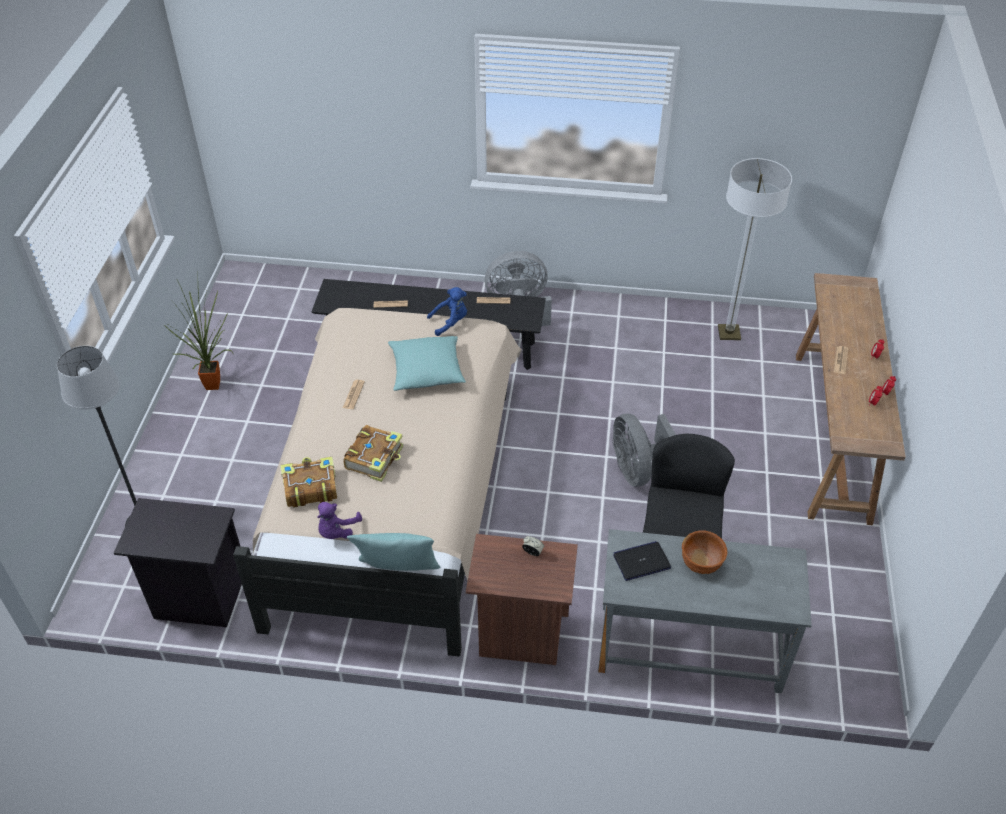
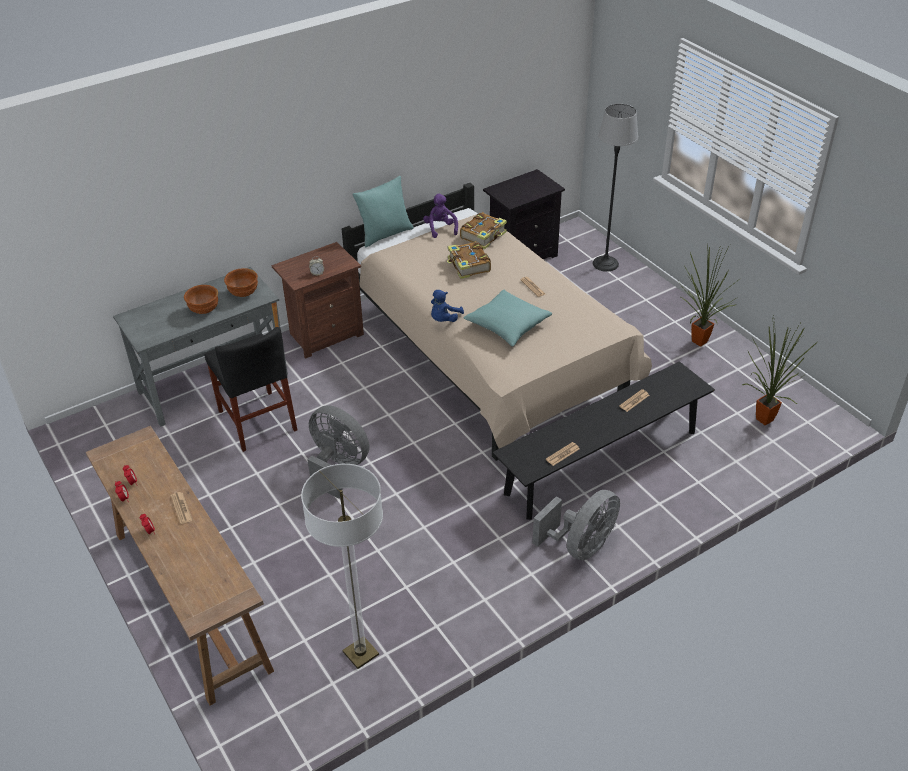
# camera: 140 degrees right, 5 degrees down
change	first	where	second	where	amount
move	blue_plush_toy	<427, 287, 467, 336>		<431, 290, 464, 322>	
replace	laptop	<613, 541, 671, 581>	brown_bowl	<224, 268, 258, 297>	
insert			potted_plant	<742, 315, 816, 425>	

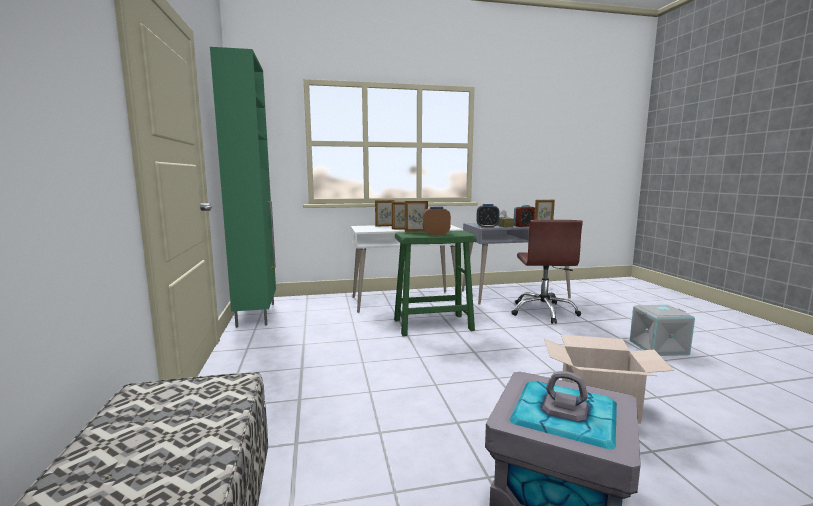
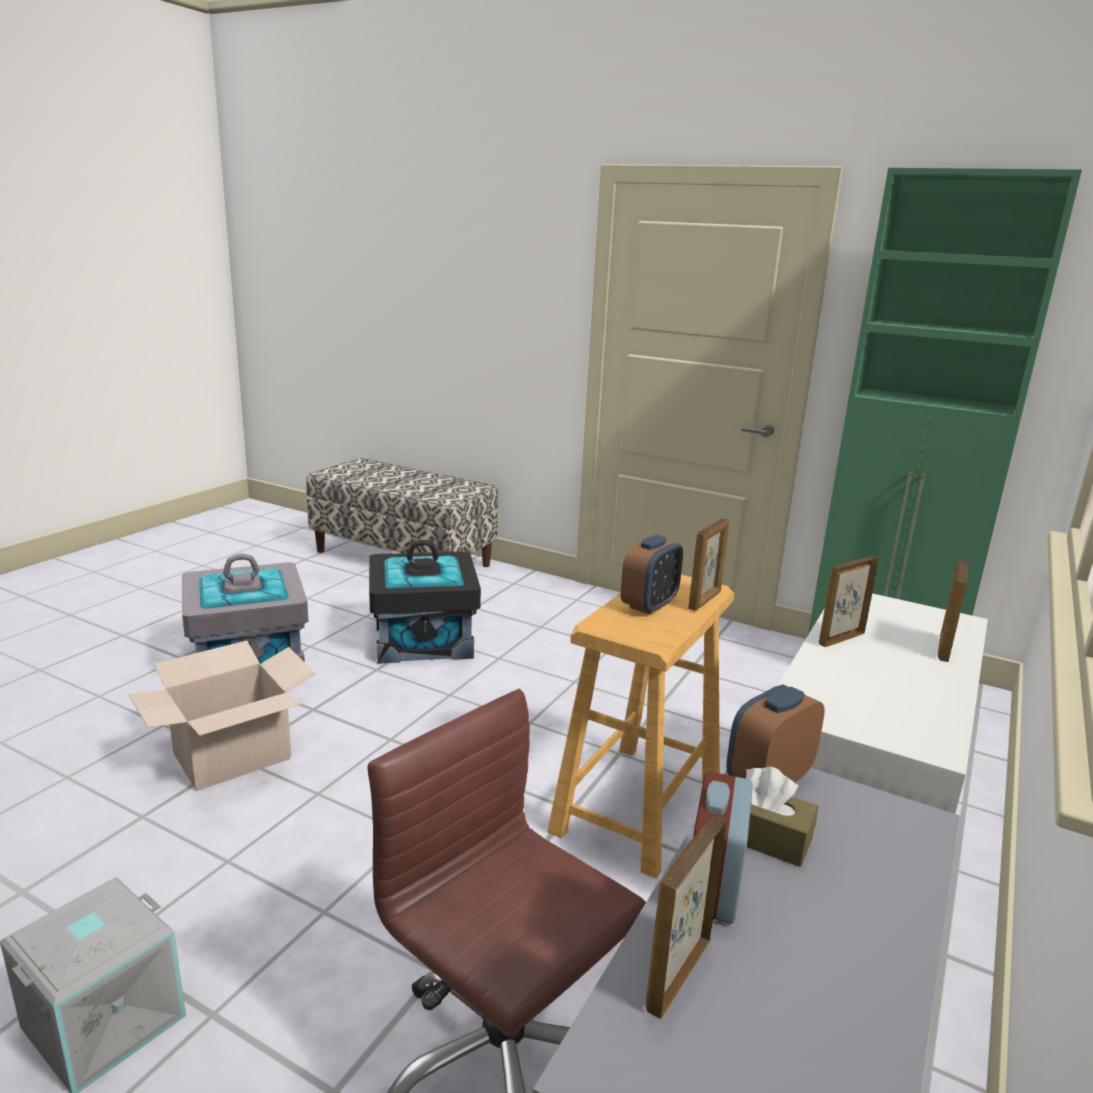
# camera: 130 degrees right, 10 degrees up
change	first	where	second	where	amount
recolor	green_stool	<394, 231, 476, 336>	beige_stool	<547, 575, 734, 878>	
insert			black_storage_box	<369, 540, 481, 664>	

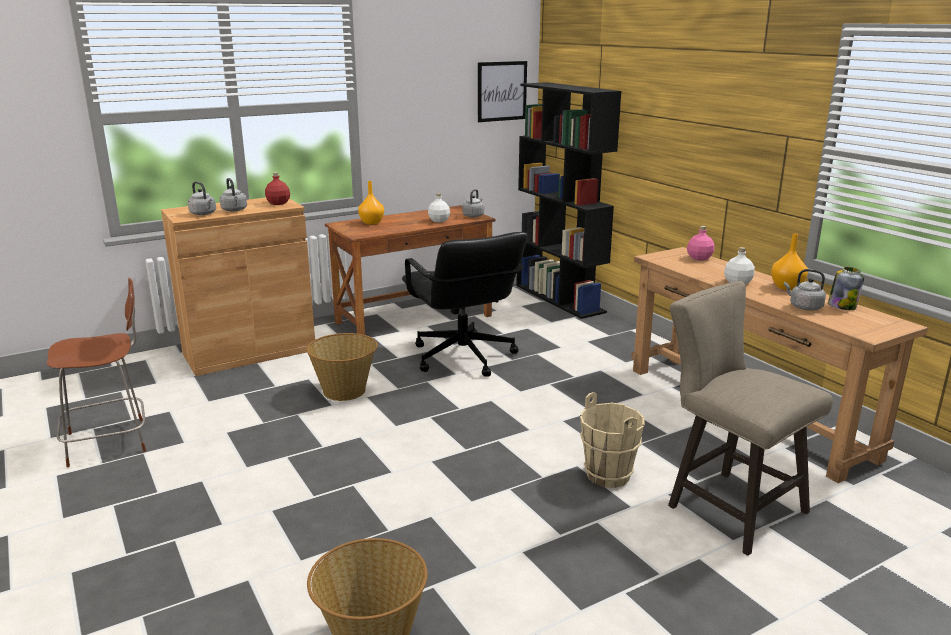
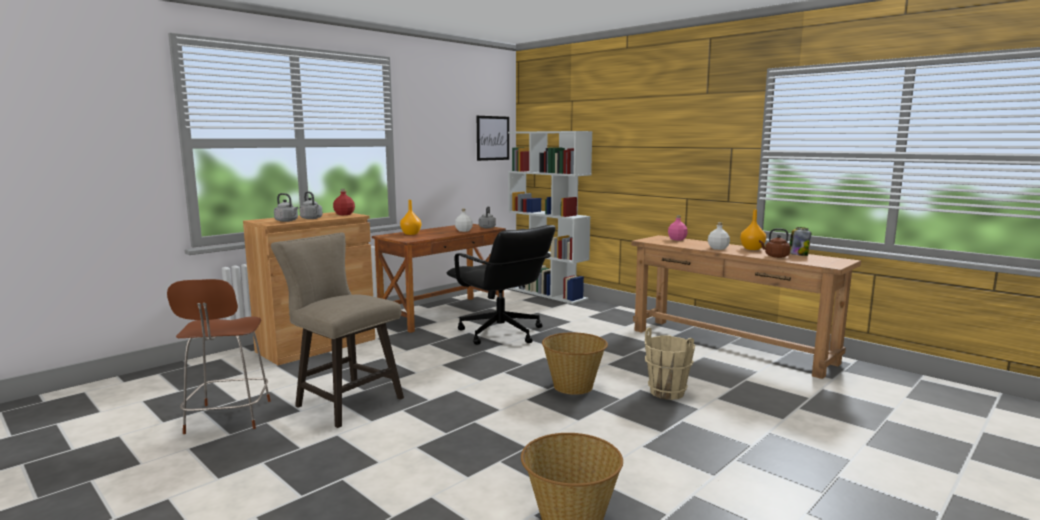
# camera: 15 degrees left, 10 degrees down
change	first	where	second	where	amount
rotate	brown_chair	<47, 278, 146, 467>		<167, 279, 271, 434>	120 degrees clockwise
move	basket	<306, 333, 378, 401>		<542, 332, 608, 395>	
recolor	black_bookcase	<516, 82, 621, 319>	white_bookcase	<508, 131, 592, 304>	
move	beige_stool	<668, 281, 833, 556>		<271, 232, 404, 428>	
recolor	grey_kettle	<784, 269, 826, 310>	brown_kettle	<759, 229, 790, 258>	

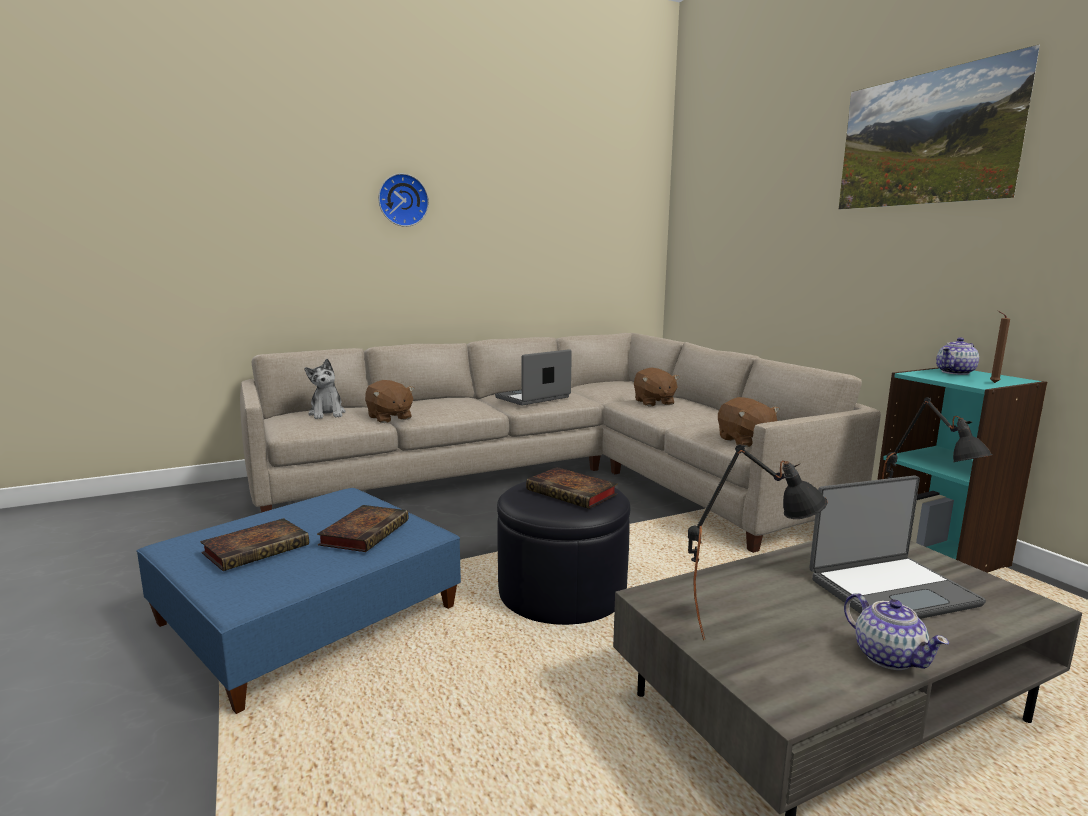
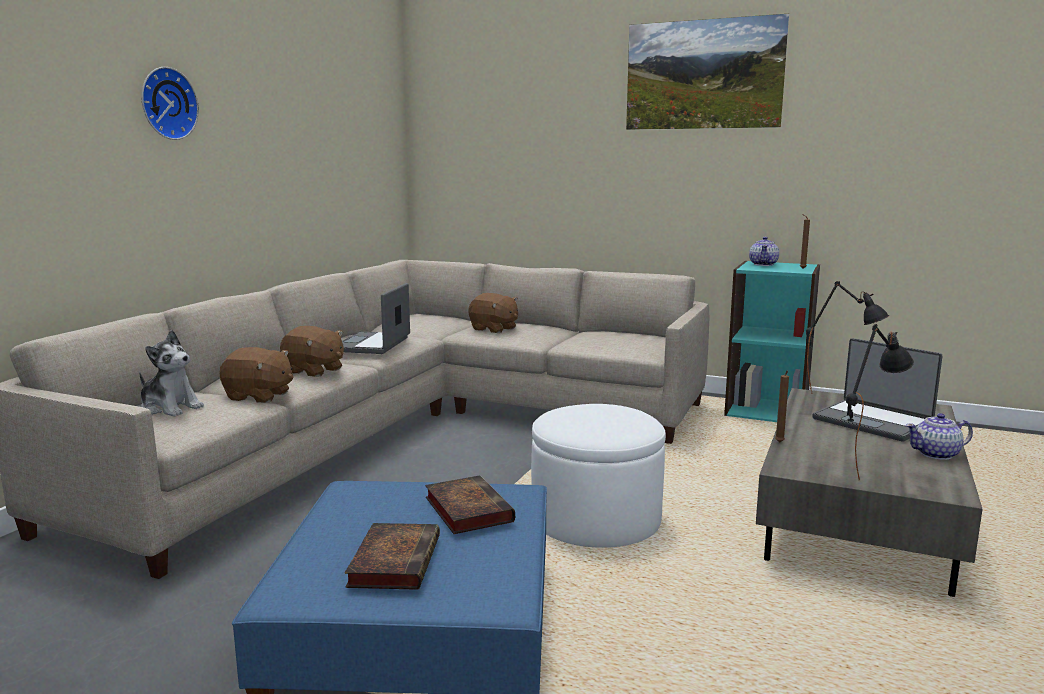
# camera: 40 degrees left, 0 degrees up
change	first	where	second	where	amount
recolor	black_ottoman	<497, 481, 630, 625>	white_ottoman	<531, 404, 666, 548>	
delete	book	<526, 467, 618, 509>			
move	brown_plush_toy	<718, 397, 780, 447>		<280, 326, 344, 377>	
rotate	laptop	<809, 475, 986, 619>		<812, 338, 942, 442>	105 degrees clockwise
rotate	teapot	<844, 593, 949, 670>		<906, 413, 973, 460>	150 degrees clockwise
insert			brown_candle	<775, 370, 789, 443>	

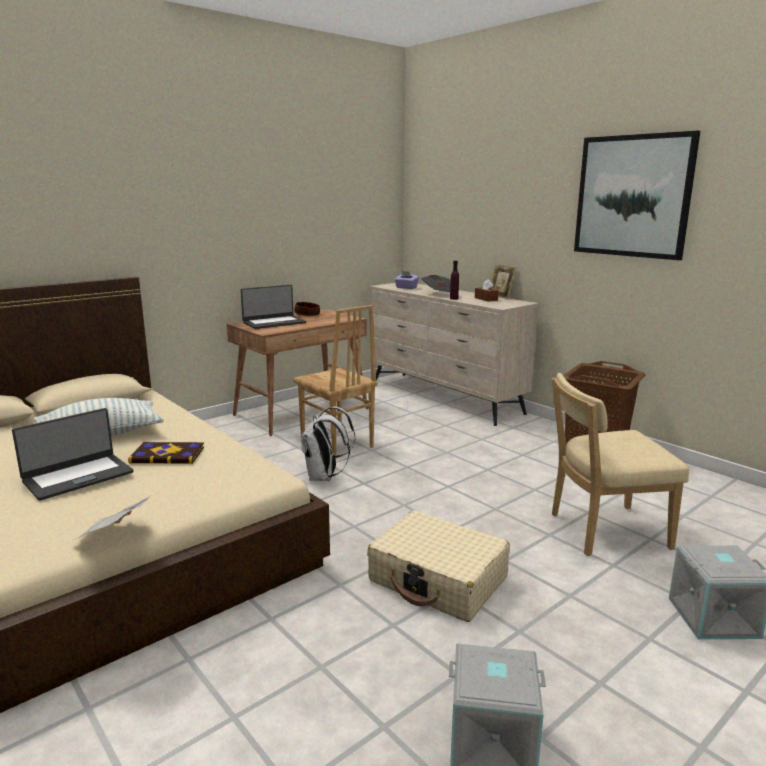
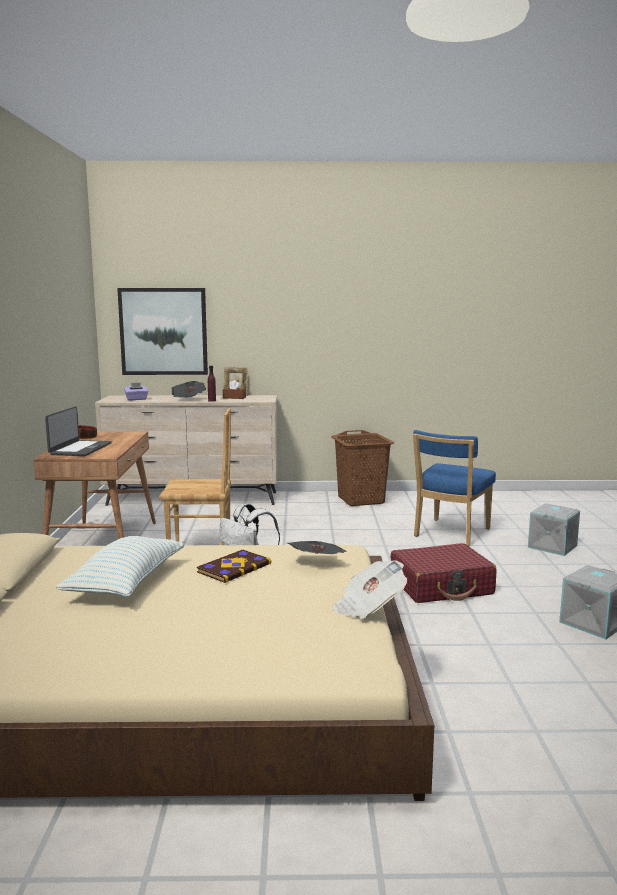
# camera: 50 degrees left, 5 degrees down
change	first	where	second	where	amount
delete	laptop	<12, 408, 133, 501>			
recolor	beige_suitcase	<367, 510, 510, 622>	red_suitcase	<390, 543, 496, 603>	
recolor	beige_chair	<552, 373, 689, 556>	blue_chair	<413, 430, 496, 546>	
move	picture	<574, 131, 700, 260>		<117, 288, 208, 375>	
insert			newspaper	<287, 541, 346, 554>	

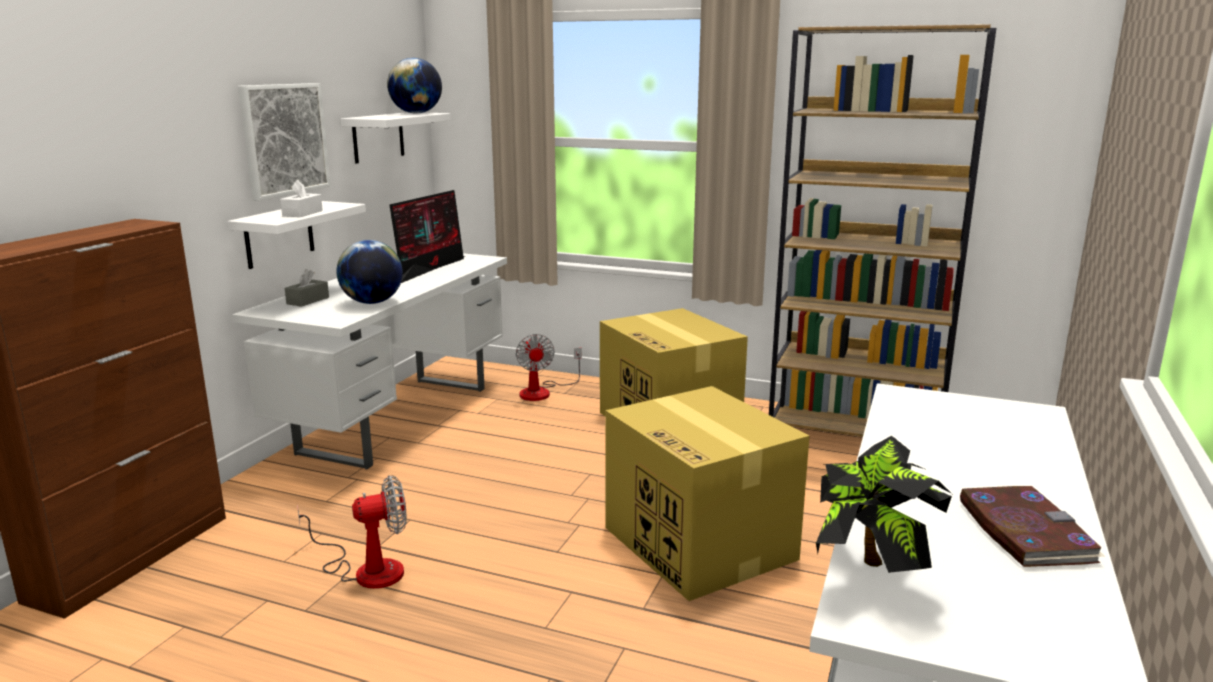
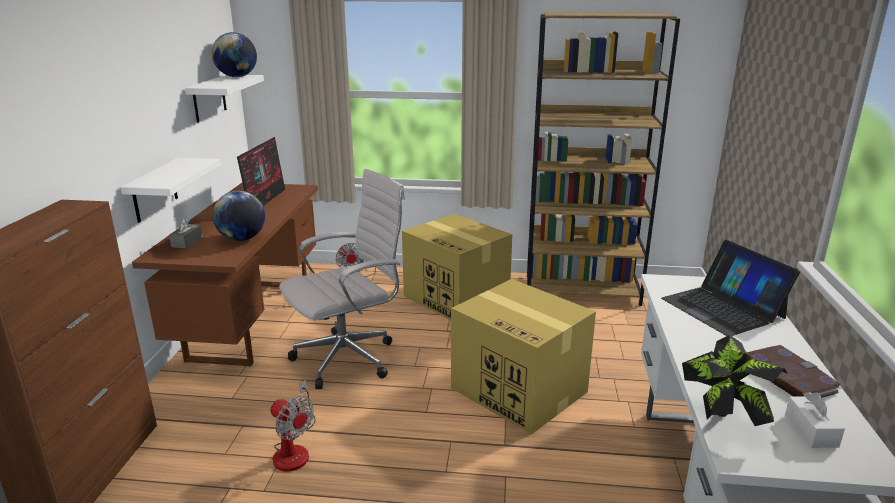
# camera: 15 degrees left, 5 degrees up
change	first	where	second	where	amount
recolor	white_desk	<232, 253, 507, 469>	brown_desk	<132, 183, 318, 367>	
delete	picture	<238, 83, 331, 201>			
move	white_tissue_box	<280, 180, 323, 217>		<785, 392, 845, 448>	
rotate	fan	<297, 475, 407, 589>		<271, 380, 316, 472>	75 degrees clockwise
insert			white_office_chair	<279, 169, 405, 389>	
insert			laptop	<661, 240, 800, 336>	

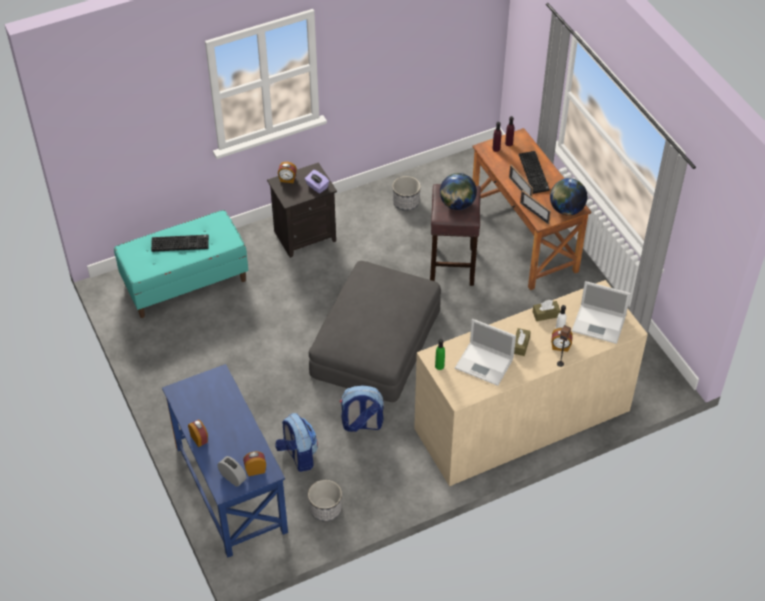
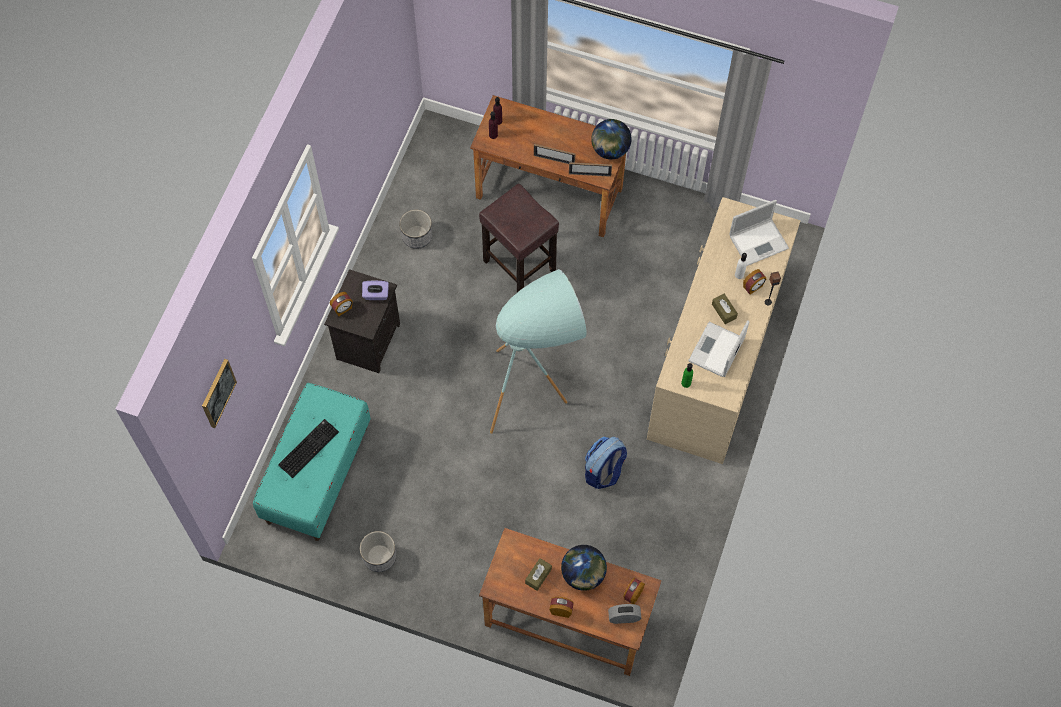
# camera: 45 degrees left, 15 degrees up
change	first	where	second	where	amount
recolor	blue_desk	<162, 364, 288, 558>	brown_desk	<479, 528, 661, 676>	
delete	backpack	<275, 413, 318, 472>			
move	planter	<308, 480, 342, 521>		<360, 531, 396, 572>	
replace	grey_ottoman	<309, 261, 441, 402>	turquoise_floor_lamp	<490, 269, 586, 434>	
move	globe	<440, 173, 477, 210>		<561, 545, 607, 591>	
rotate	laptop	<455, 319, 516, 386>		<688, 320, 750, 377>	135 degrees clockwise
delete	keyboard	<519, 151, 550, 194>			
move	brown_tissue_box	<533, 300, 561, 321>		<525, 558, 552, 591>	
insert			picture	<202, 359, 237, 428>	

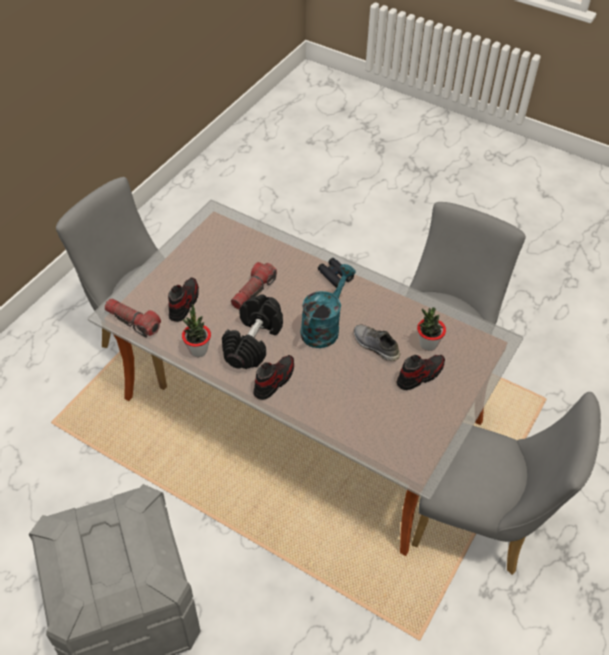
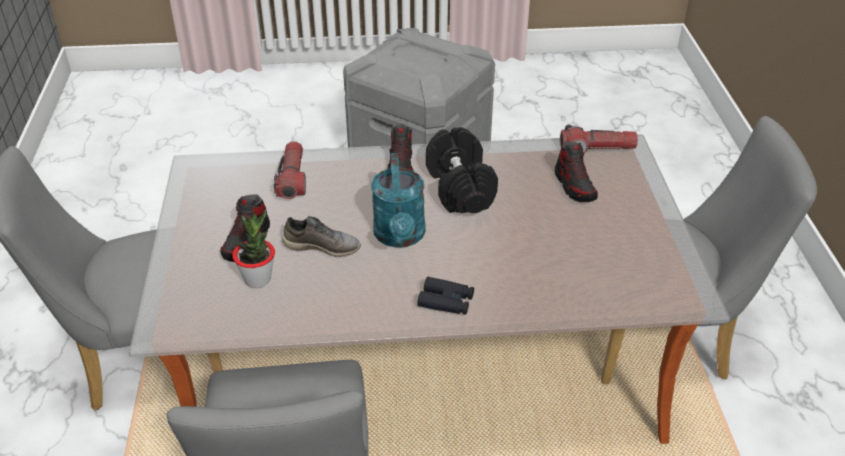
# camera: 145 degrees right, 10 degrees down
change	first	where	second	where	amount
delete	potted_plant	<182, 304, 211, 357>			
move	flashlight	<231, 262, 277, 309>		<274, 141, 306, 199>	

